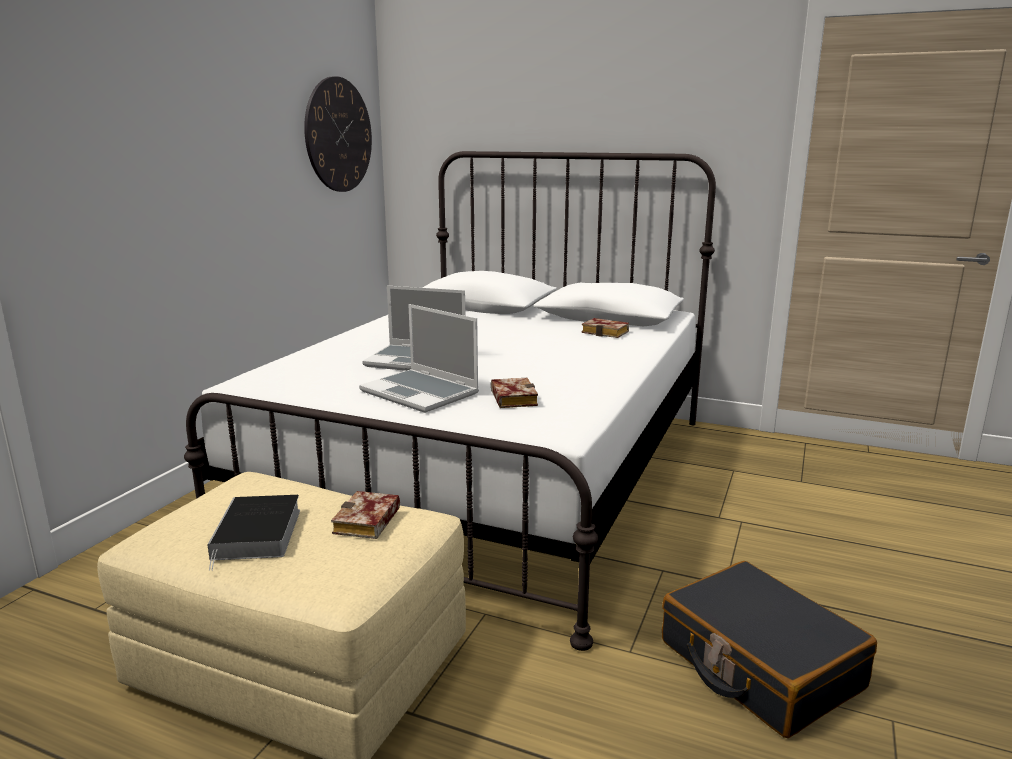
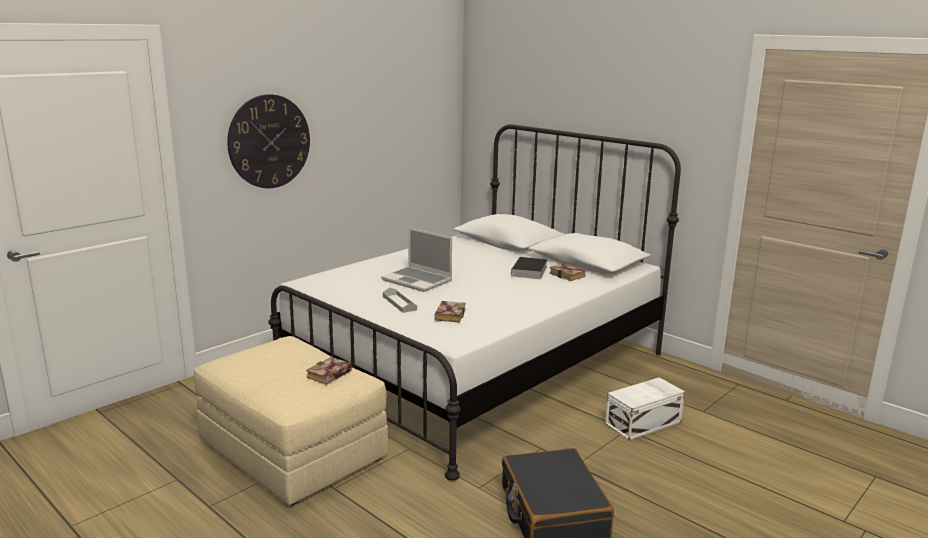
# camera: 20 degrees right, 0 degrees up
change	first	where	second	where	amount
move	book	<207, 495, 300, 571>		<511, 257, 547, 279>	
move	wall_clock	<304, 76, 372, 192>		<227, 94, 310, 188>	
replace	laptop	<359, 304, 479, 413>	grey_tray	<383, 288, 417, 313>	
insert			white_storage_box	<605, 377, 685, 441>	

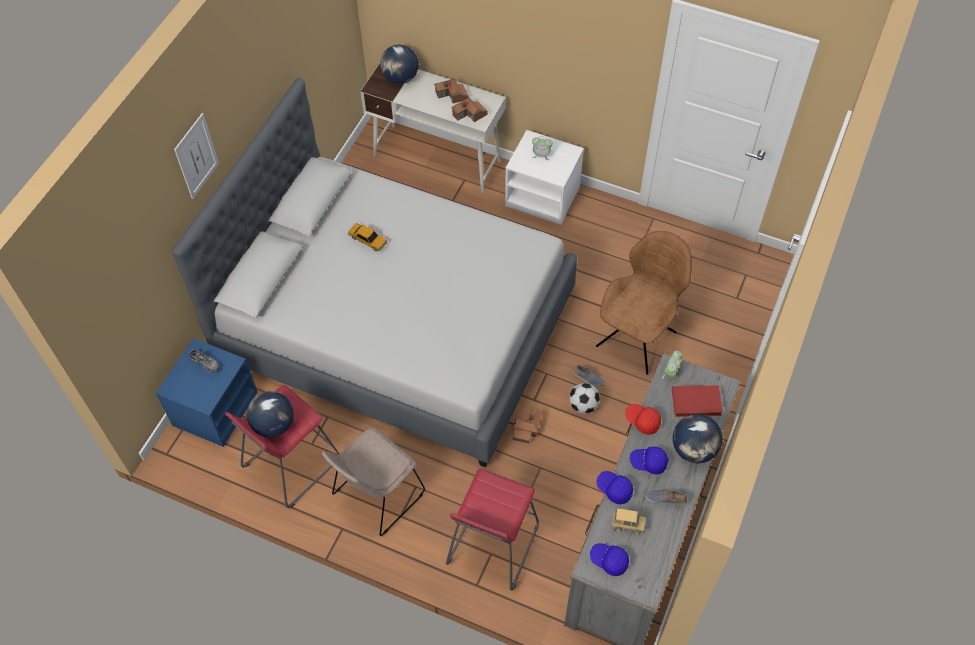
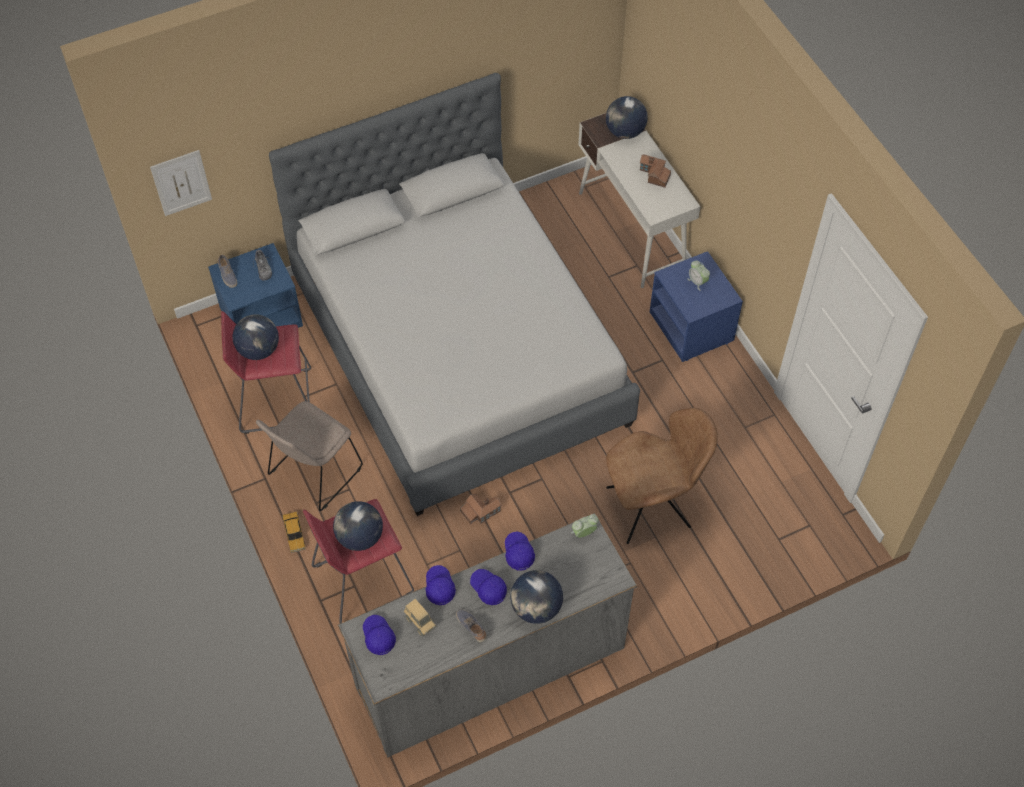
# camera: 40 degrees right, 0 degrees up
change	first	where	second	where	amount
move	picture	<174, 113, 219, 199>		<150, 150, 212, 216>	
rotate	beige_chair	<322, 428, 425, 536>		<256, 401, 363, 511>	45 degrees counterclockwise
move	toy_car	<348, 223, 387, 251>		<282, 512, 306, 553>	
delete	toy_house	<451, 98, 488, 122>			
recolor	white_nightstand	<505, 130, 584, 225>	blue_nightstand	<650, 251, 743, 362>	
delete	football	<569, 383, 600, 414>			
move	shoe	<573, 365, 605, 387>		<218, 254, 237, 288>	
recolor	red_cap	<625, 404, 661, 435>	blue_cap	<505, 532, 535, 570>	
delete	red_book	<672, 385, 723, 417>			
insert			globe	<333, 501, 383, 551>	

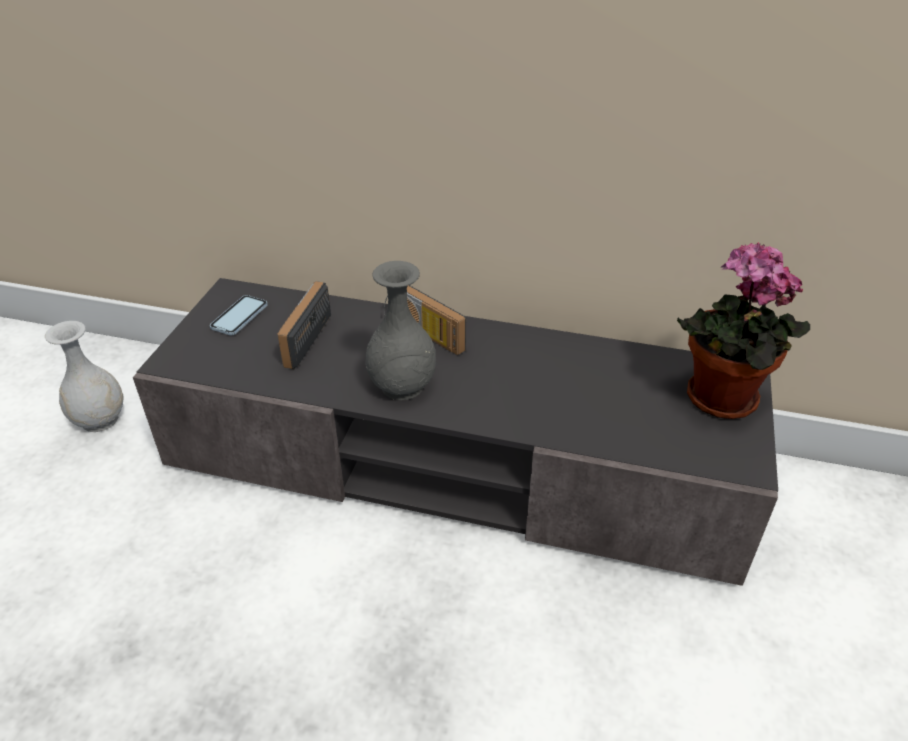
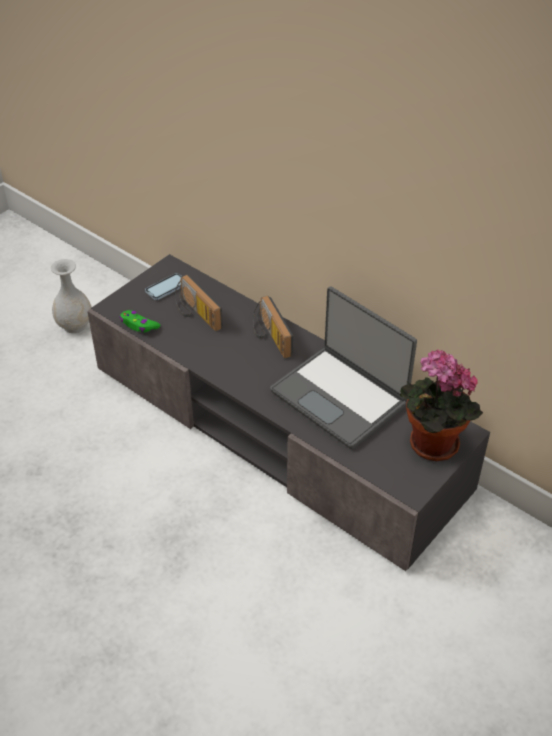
# camera: 25 degrees right, 5 degrees up
change	first	where	second	where	amount
rotate	radio	<277, 281, 331, 369>		<175, 275, 223, 331>	75 degrees counterclockwise
delete	grey_vase	<366, 261, 436, 400>			
insert			green_game_controller	<120, 310, 160, 333>	
insert			laptop	<270, 287, 417, 449>	

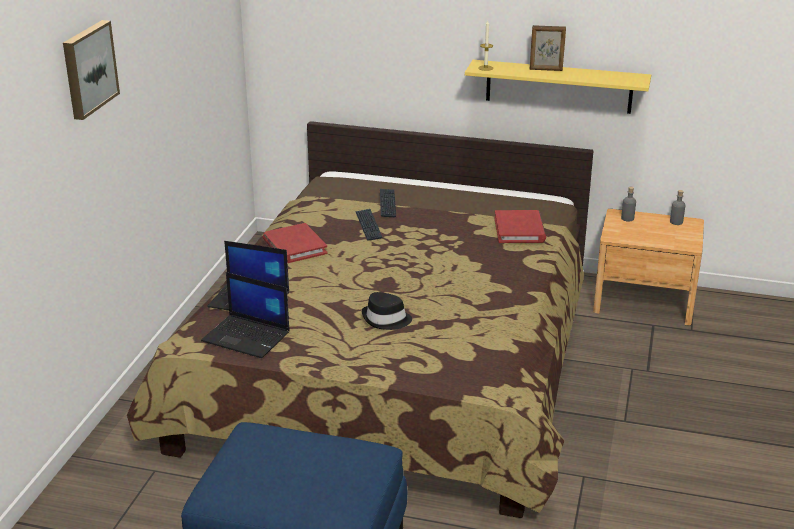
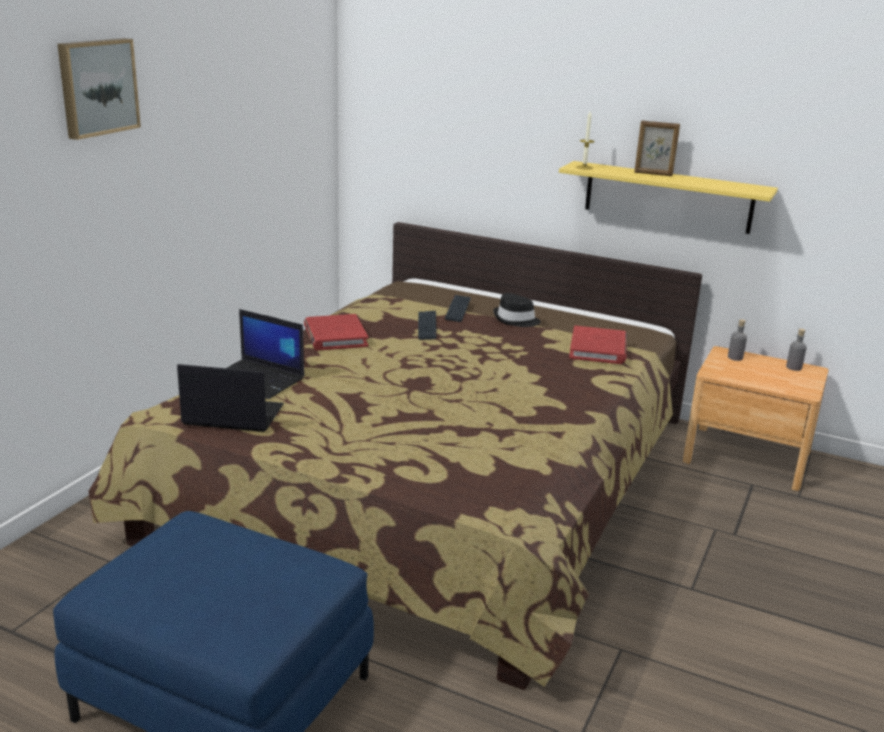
# camera: 10 degrees right, 5 degrees down
change	first	where	second	where	amount
rotate	laptop	<201, 272, 290, 358>		<177, 364, 284, 432>	150 degrees clockwise
move	black_hat	<362, 292, 412, 330>		<493, 293, 541, 327>	

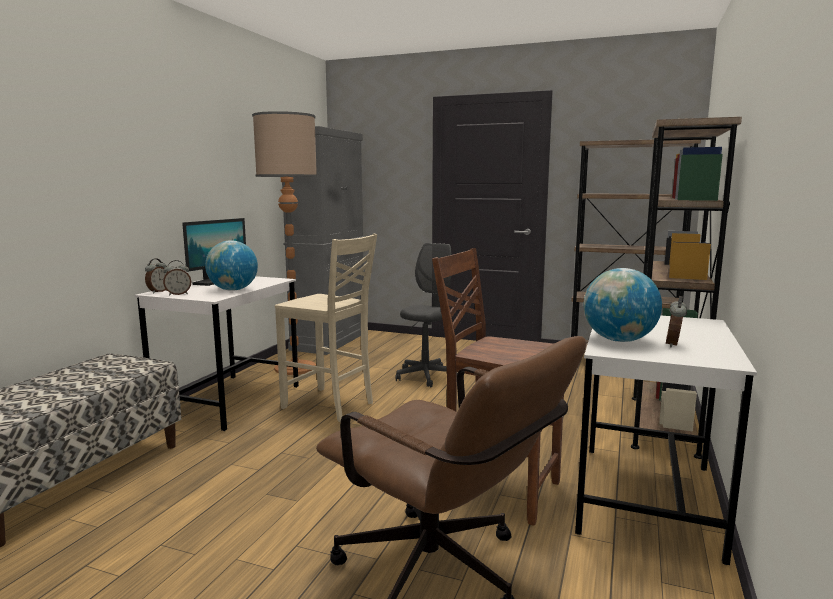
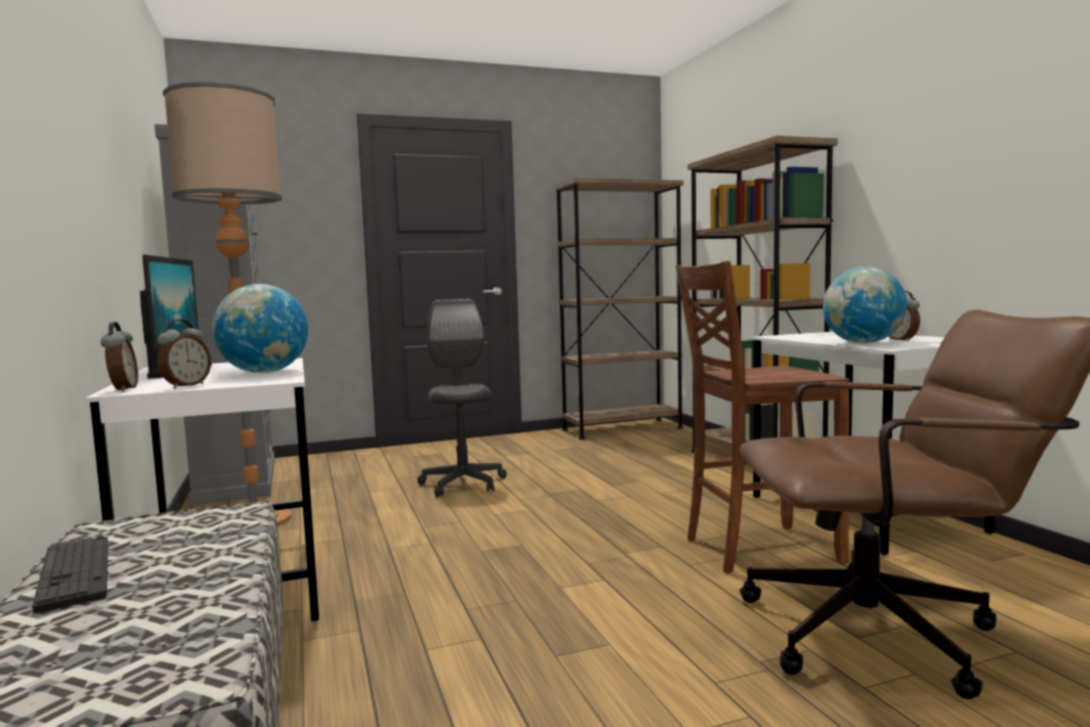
# camera: 40 degrees left, 5 degrees down
change	first	where	second	where	amount
delete	beige_chair	<275, 234, 377, 422>			
insert			keyboard	<32, 535, 108, 613>	

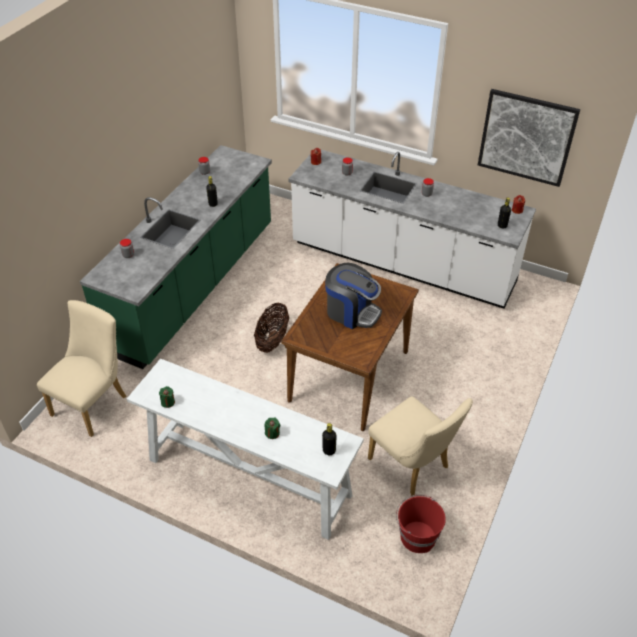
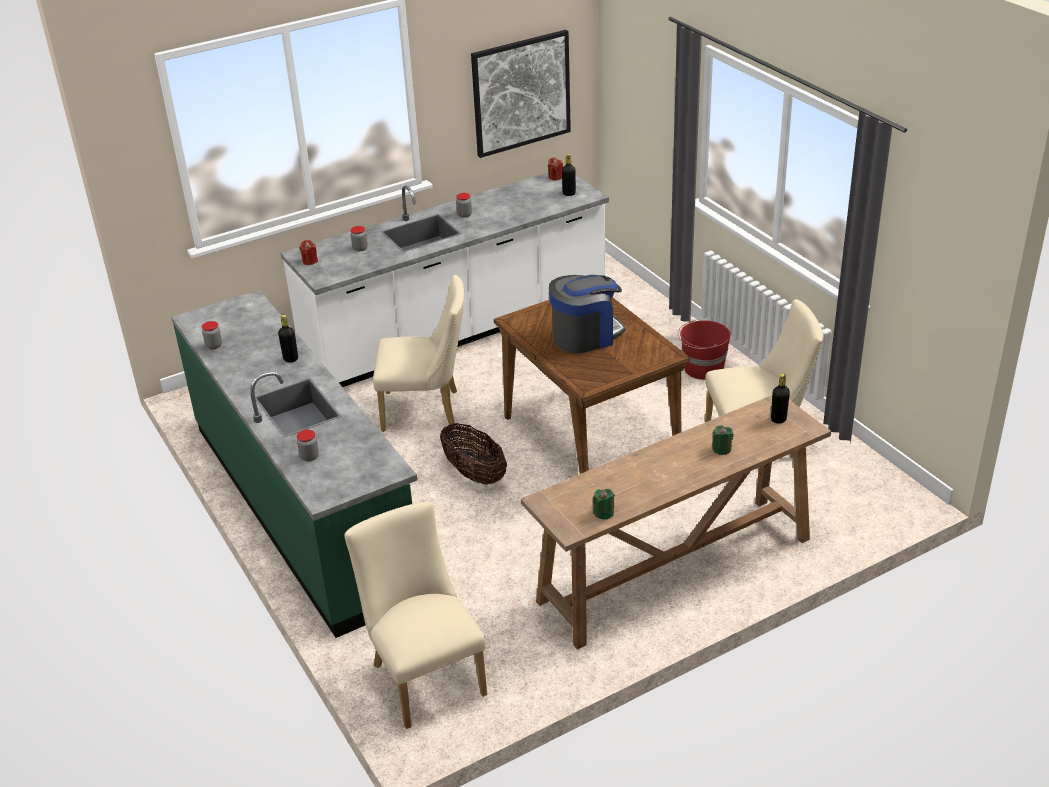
# camera: 55 degrees left, 10 degrees down
change	first	where	second	where	amount
recolor	white_console_table	<127, 358, 364, 540>	brown_console_table	<521, 395, 831, 650>	
move	red_bucket	<396, 495, 446, 553>		<678, 320, 731, 380>	
insert			beige_chair	<373, 275, 465, 432>	

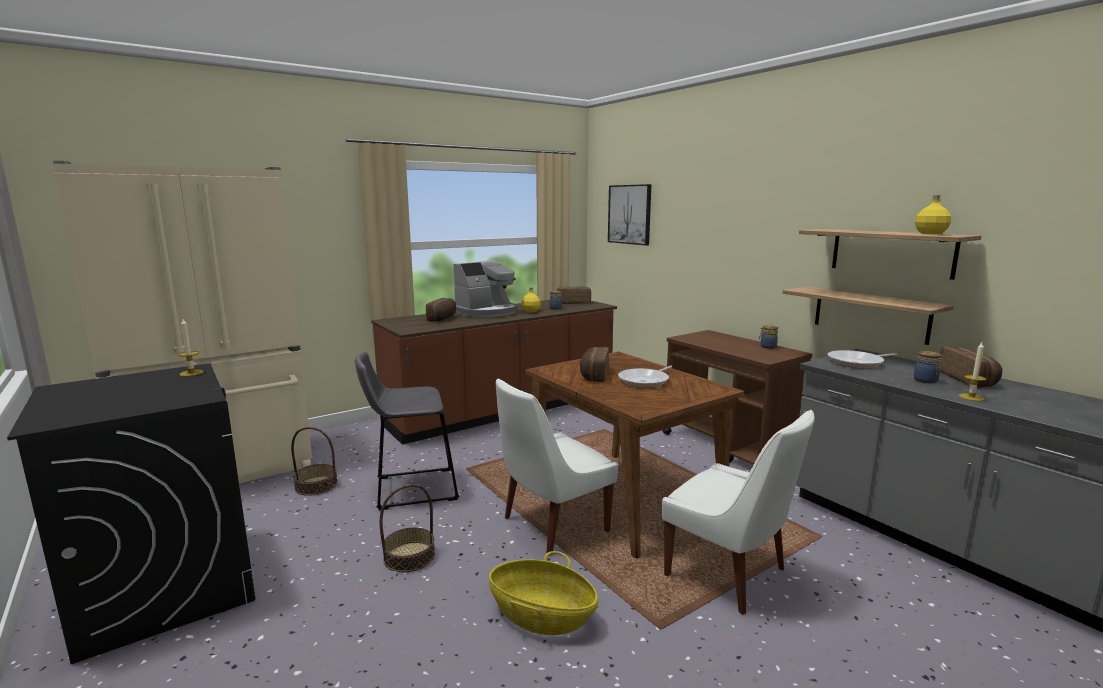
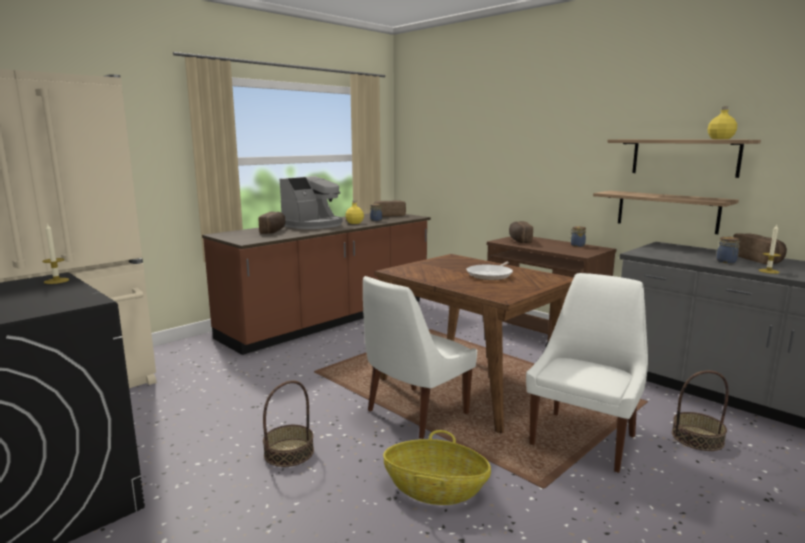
# camera: 10 degrees left, 0 degrees up
change	first	where	second	where	amount
move	basket	<291, 427, 338, 496>		<672, 370, 729, 451>	
delete	grey_stool	<355, 351, 459, 510>			
move	bread	<579, 347, 609, 382>		<509, 221, 533, 243>	
delete	picture	<608, 184, 652, 245>			
rotate	white_chair	<662, 410, 815, 615>		<526, 273, 648, 473>	90 degrees counterclockwise
delete	frying_pan	<828, 350, 897, 368>			

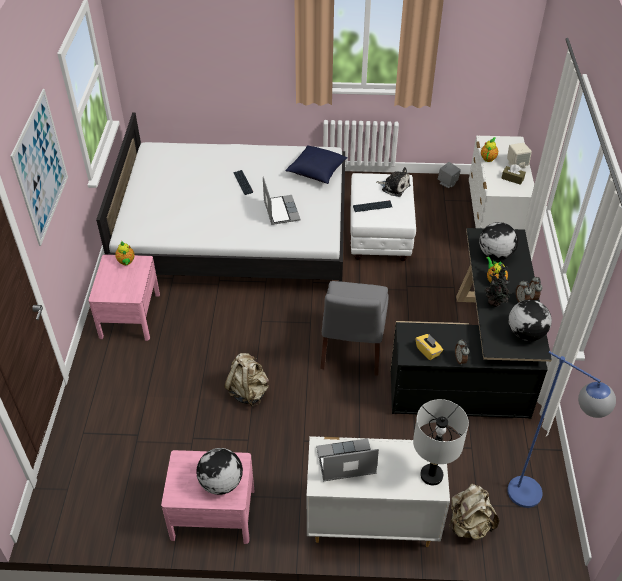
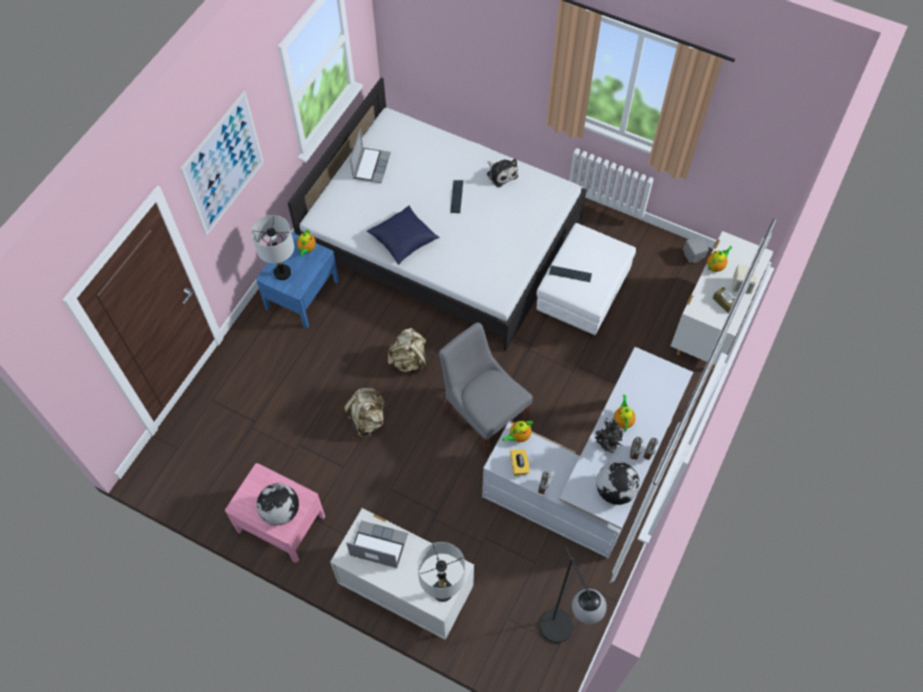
# camera: 25 degrees right, 15 degrees up
change	first	where	second	where	amount
recolor	pink_nightstand	<88, 254, 160, 341>	blue_nightstand	<256, 232, 339, 328>	
move	laptop	<263, 176, 300, 225>		<350, 128, 391, 183>	
move	blue_pillow	<285, 145, 348, 184>		<367, 206, 440, 265>	
rotate	grey_chair	<320, 281, 388, 376>		<439, 322, 533, 458>	105 degrees clockwise
move	plush_toy	<376, 167, 410, 197>		<487, 159, 518, 187>	
recolor	black_desk	<390, 228, 552, 419>	white_desk	<482, 347, 693, 558>	
move	beige_backpack	<449, 483, 499, 540>		<387, 328, 426, 372>	
delete	globe	<479, 222, 518, 260>			
recolor	blue_floor_lamp	<507, 351, 616, 508>	black_floor_lamp	<540, 546, 607, 643>	
insert			grey_table_lamp	<251, 215, 294, 280>	
insert			teapot	<502, 420, 533, 442>	

